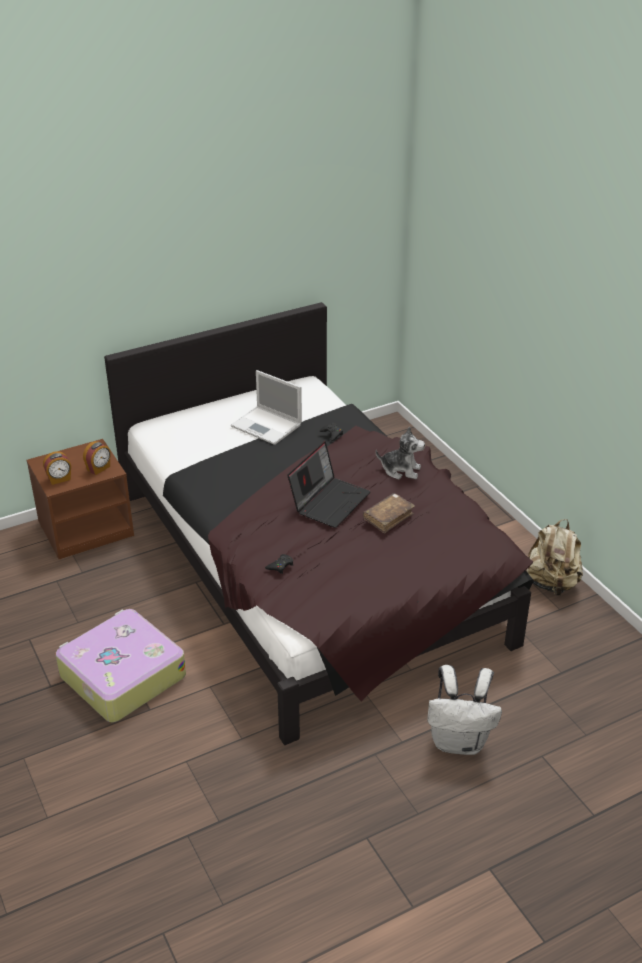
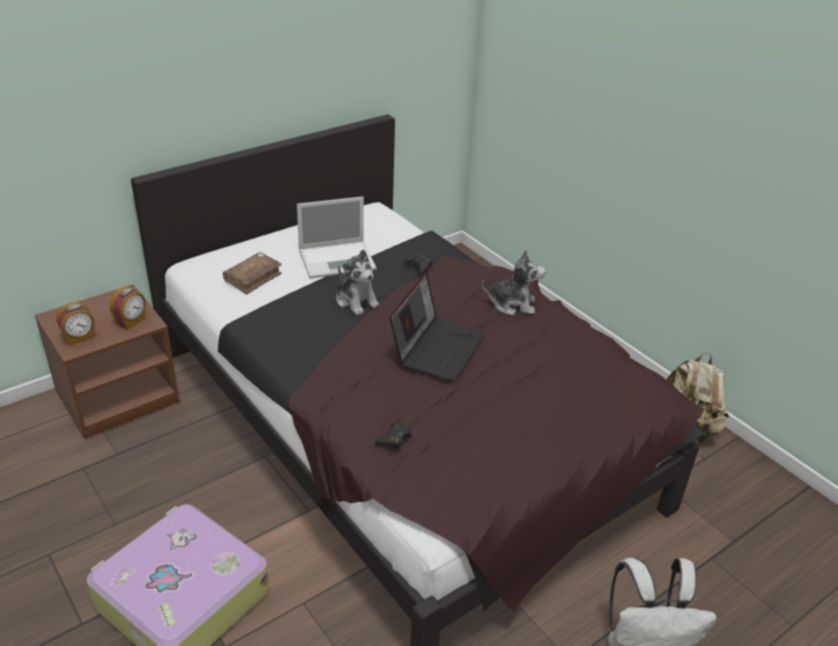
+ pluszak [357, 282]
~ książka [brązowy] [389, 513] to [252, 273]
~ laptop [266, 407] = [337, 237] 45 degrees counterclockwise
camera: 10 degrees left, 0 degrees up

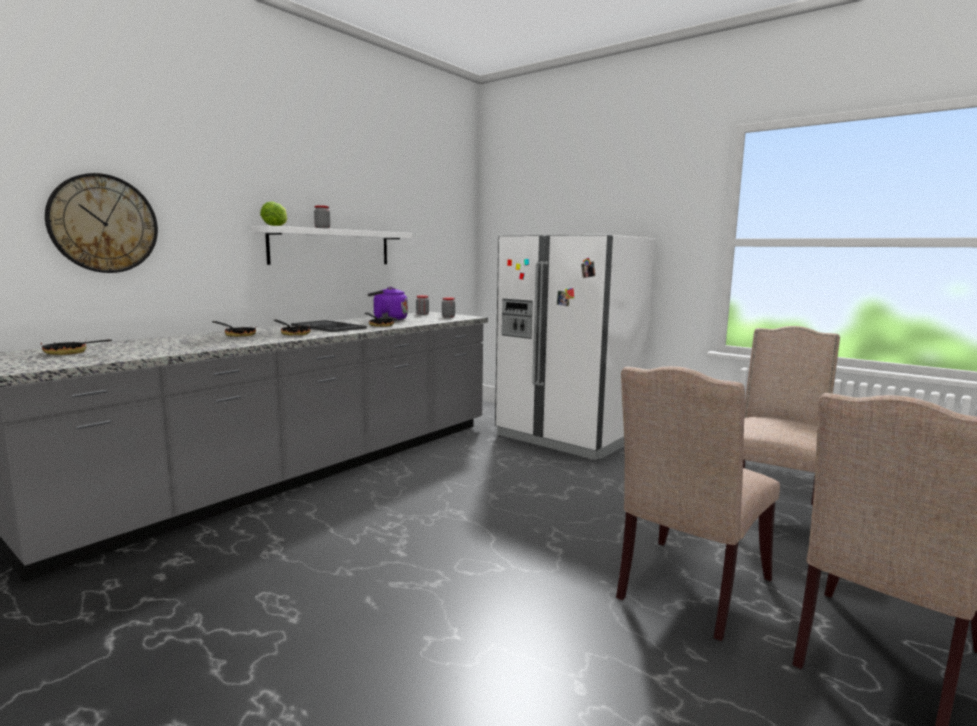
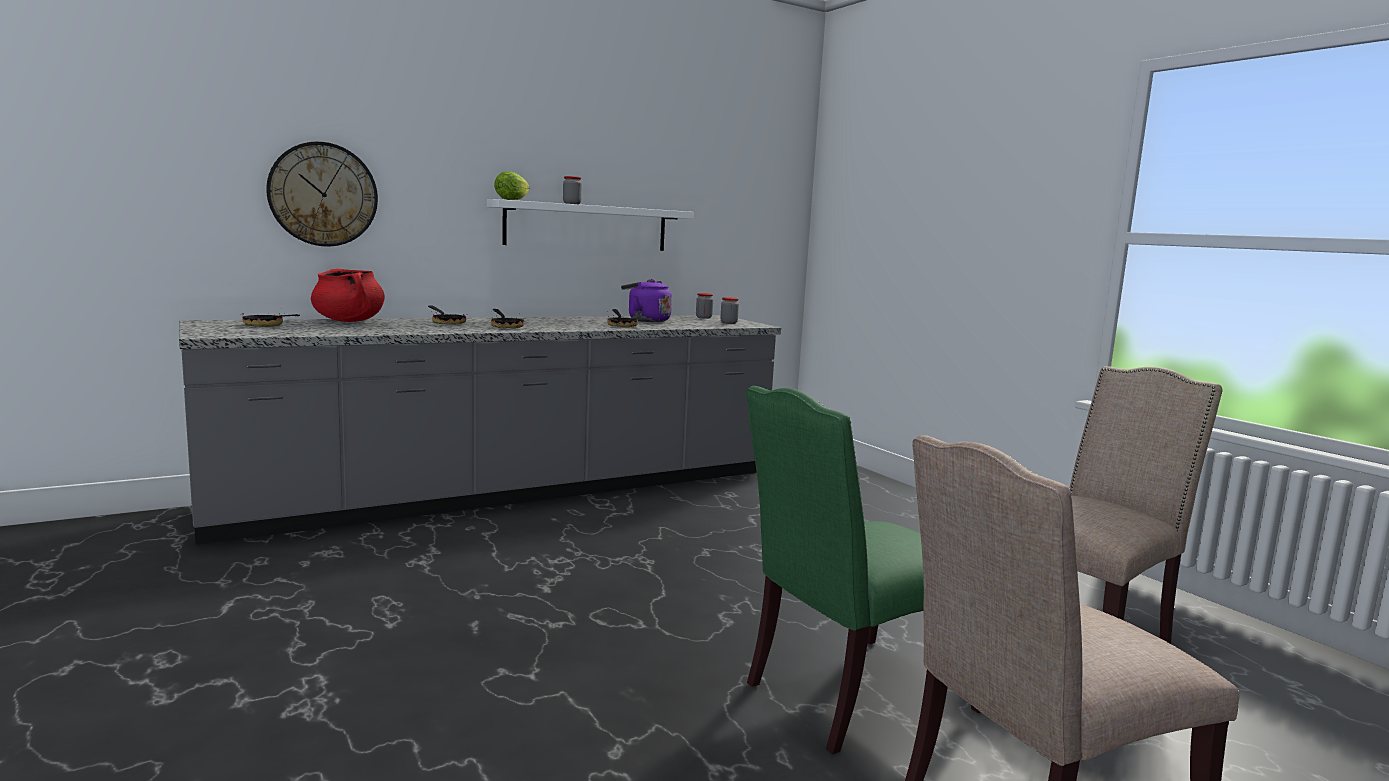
- taca [329, 326]
- lodówka [biały] [575, 347]
+ garnek [czerwony] [348, 295]
~ krzesło [beżowy] [698, 503] to krzesło [zielony] [863, 570]
camera: 20 degrees right, 0 degrees up

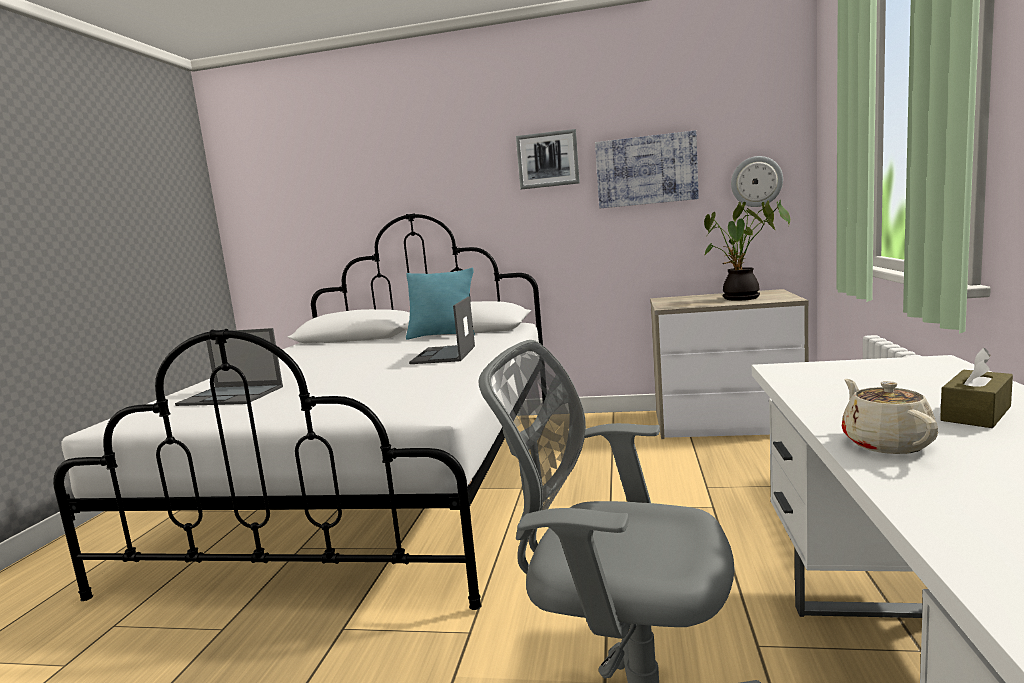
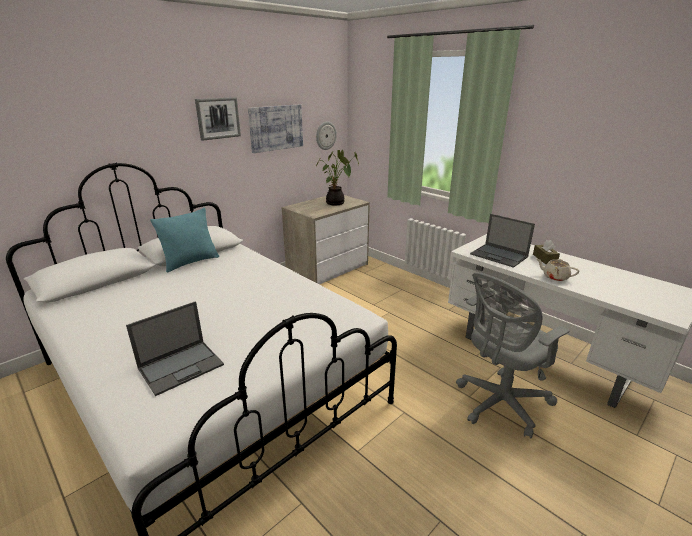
~ laptop [442, 330] to [502, 241]
camera: 55 degrees left, 15 degrees up

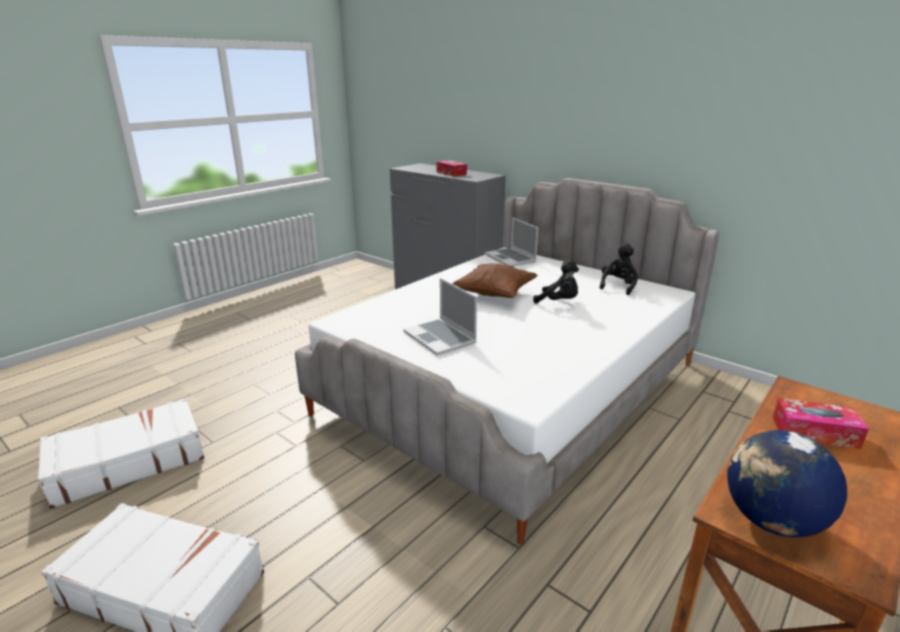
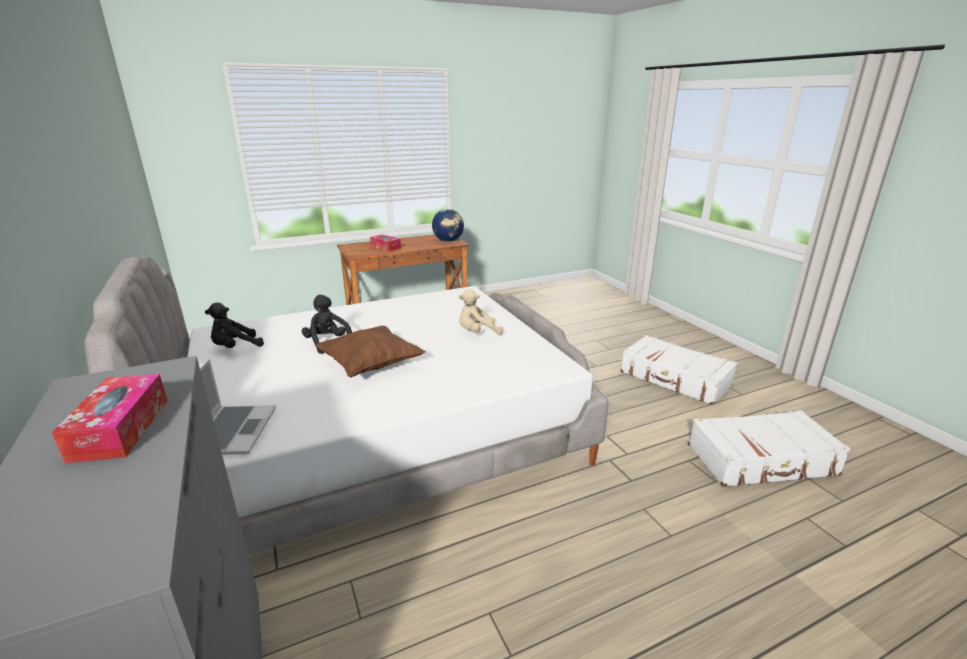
~ laptop [440, 316] to pluszak [beżowy] [481, 312]
camera: 155 degrees left, 0 degrees up

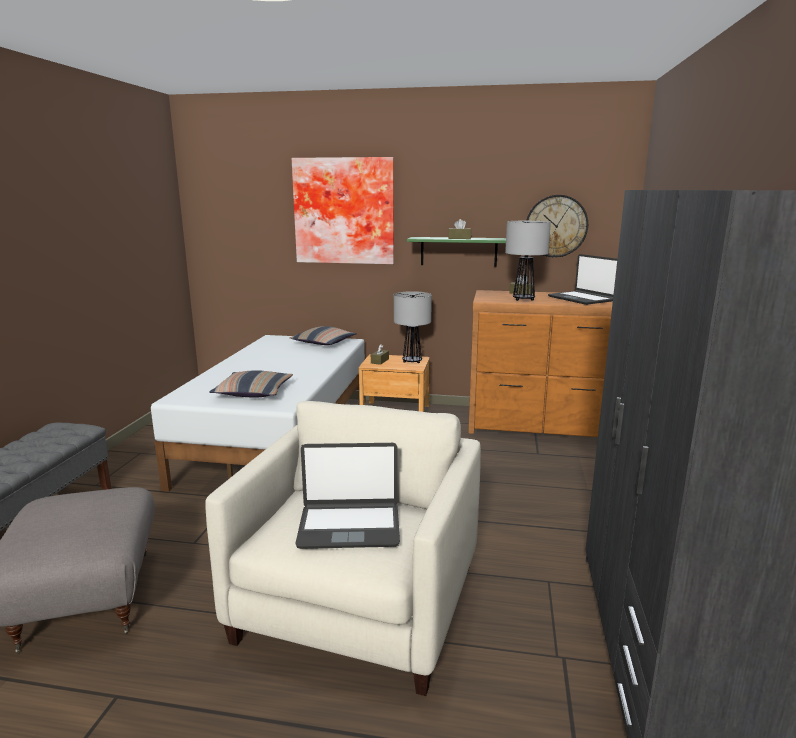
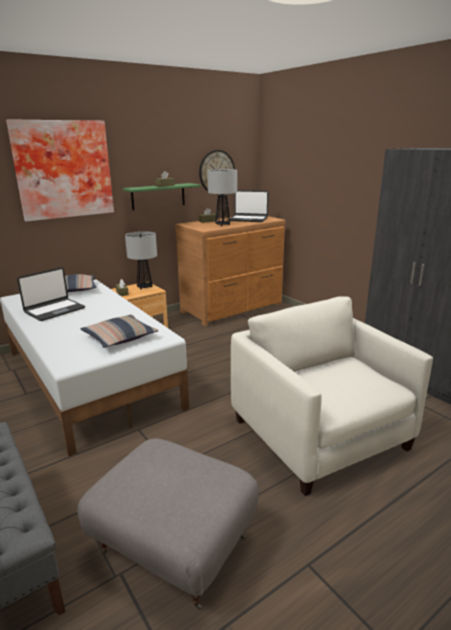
~ laptop [347, 496] to [51, 294]
camera: 45 degrees left, 5 degrees up

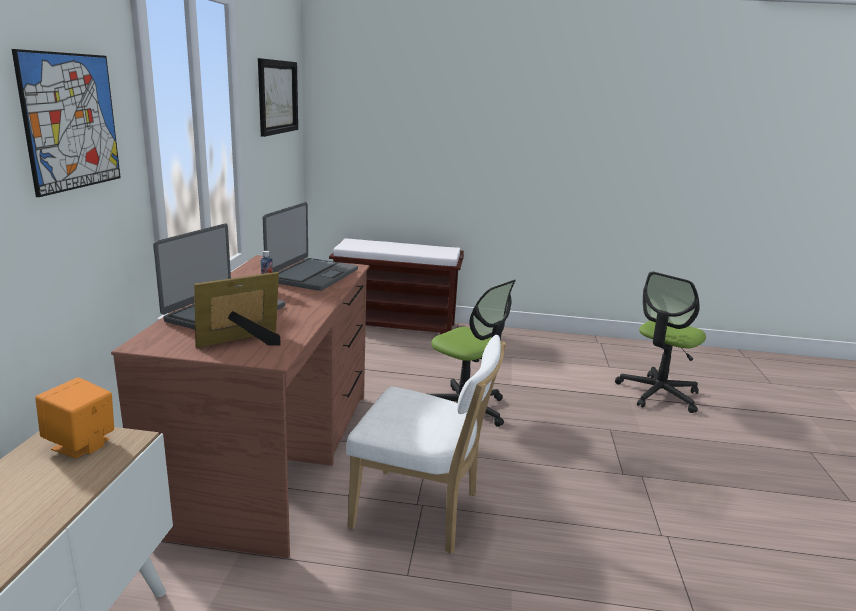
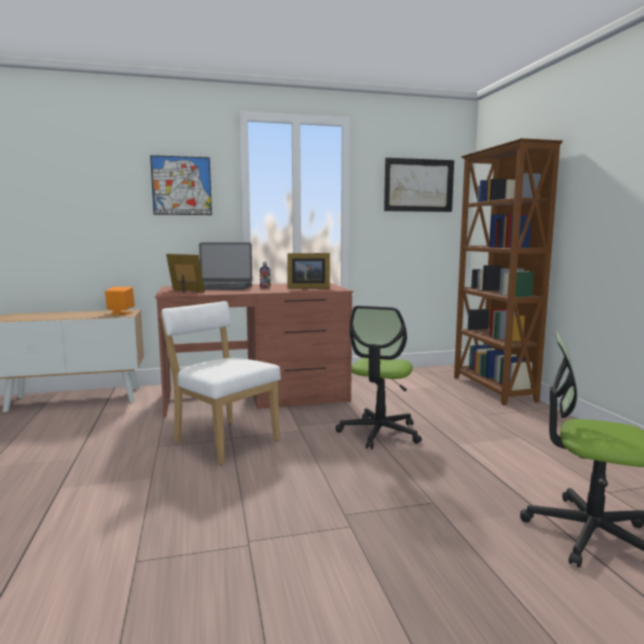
~ laptop [310, 246] to ramka na zdjęcie [308, 271]
~ ławka [brązowy] [396, 286] to regał [brązowy] [508, 272]
~ krzesło [biały] [426, 444] = [220, 383] 135 degrees clockwise
camera: 70 degrees right, 10 degrees down

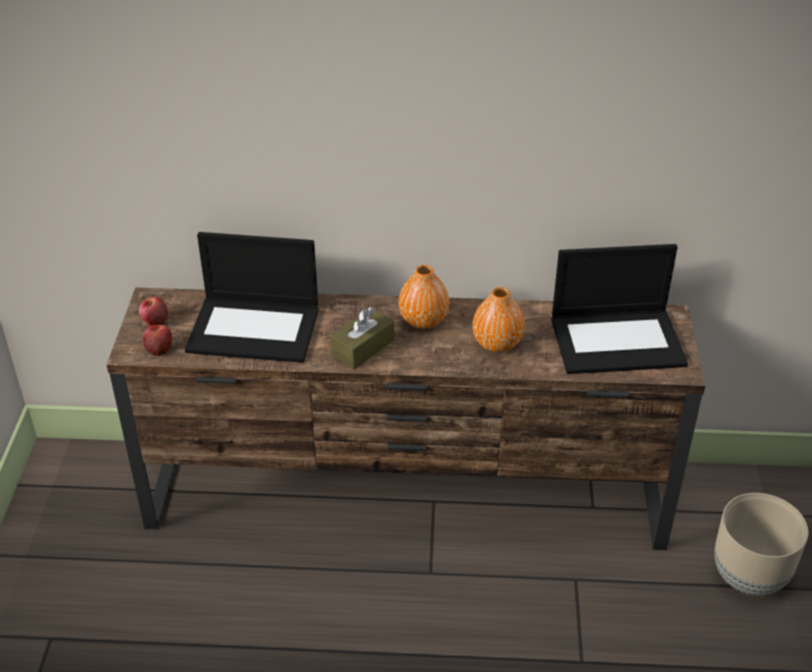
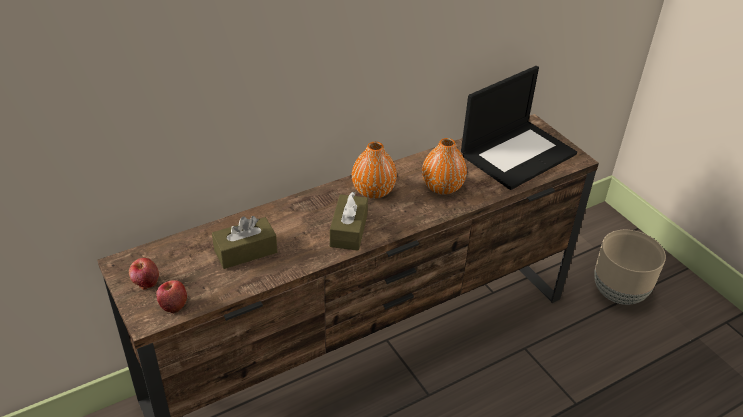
~ laptop [252, 297] to pudełko chusteczek [brązowy] [244, 242]
camera: 35 degrees left, 0 degrees up

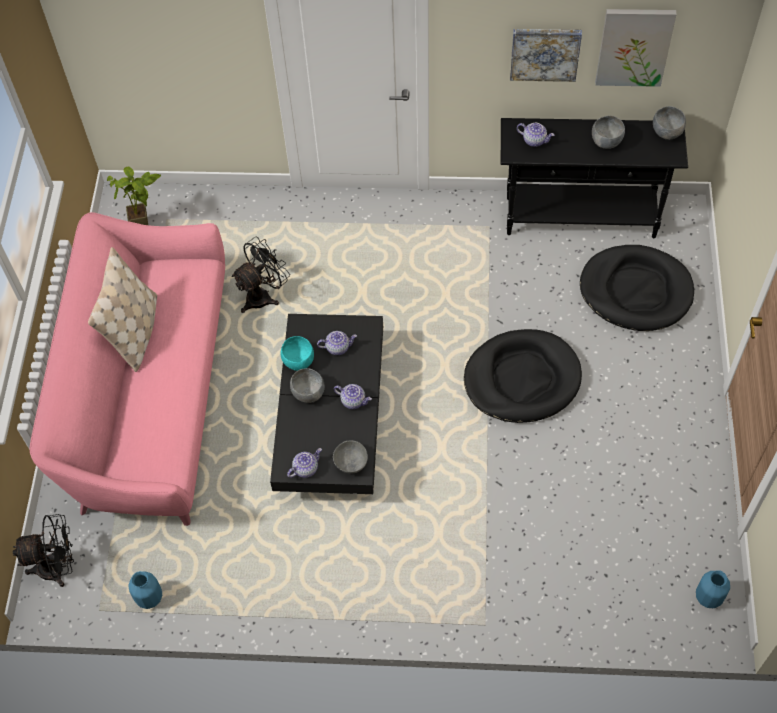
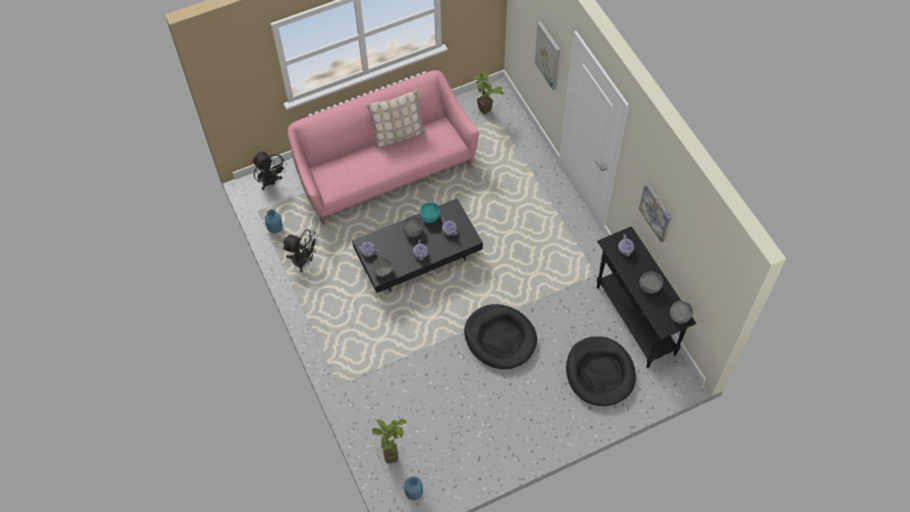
+ roślina doniczkowa [389, 441]
~ wentylator [czarny] [260, 275] to [300, 250]
~ obraz [636, 48] to [547, 56]
camera: 60 degrees right, 0 degrees up

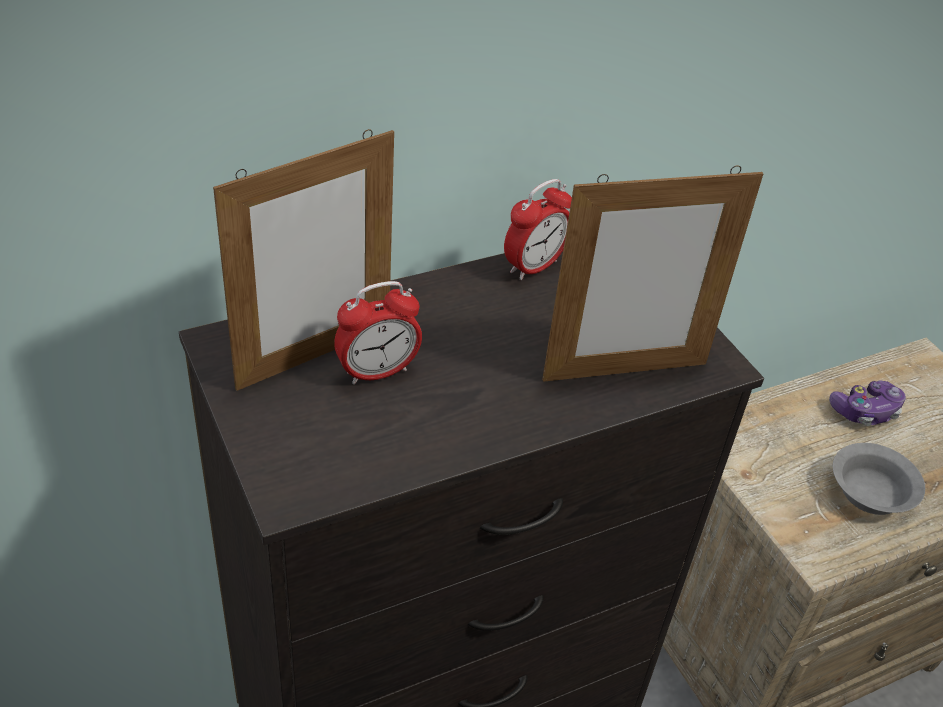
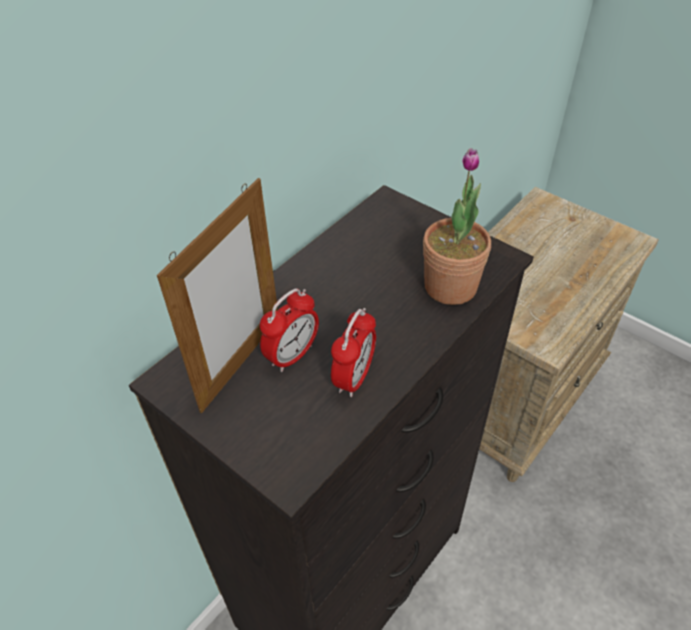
- pad do gier [867, 403]
- miska [szary] [879, 479]
~ budzik [538, 229] to [353, 352]
~ ramka na zdjęcie [652, 273] to roślina doniczkowa [457, 226]
camera: 20 degrees left, 5 degrees up

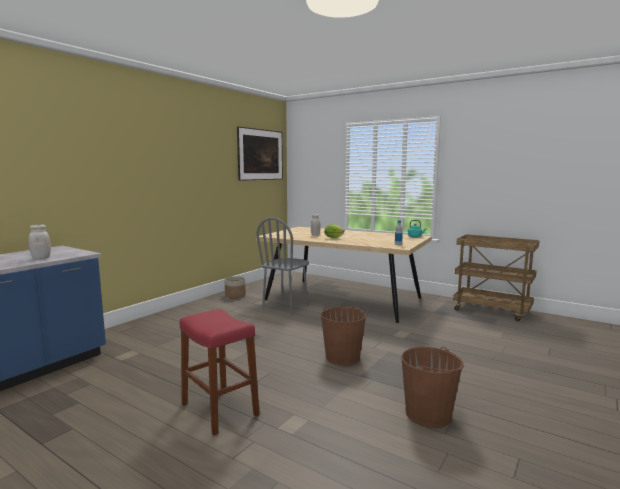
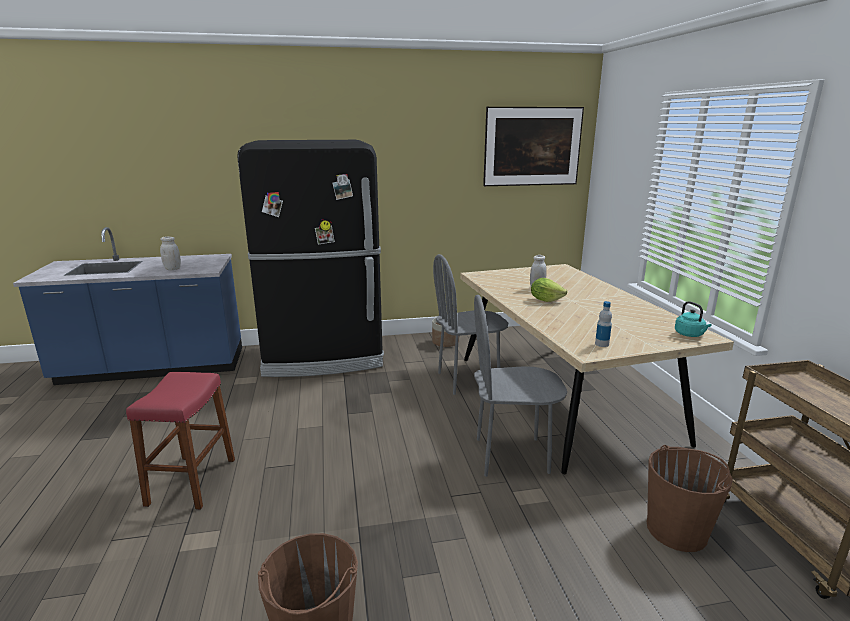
+ lodówka [czarny] [310, 258]
+ krzesło [szary] [520, 386]
~ wiadro [brązowy] [343, 335] to [690, 498]
camera: 45 degrees right, 10 degrees up

